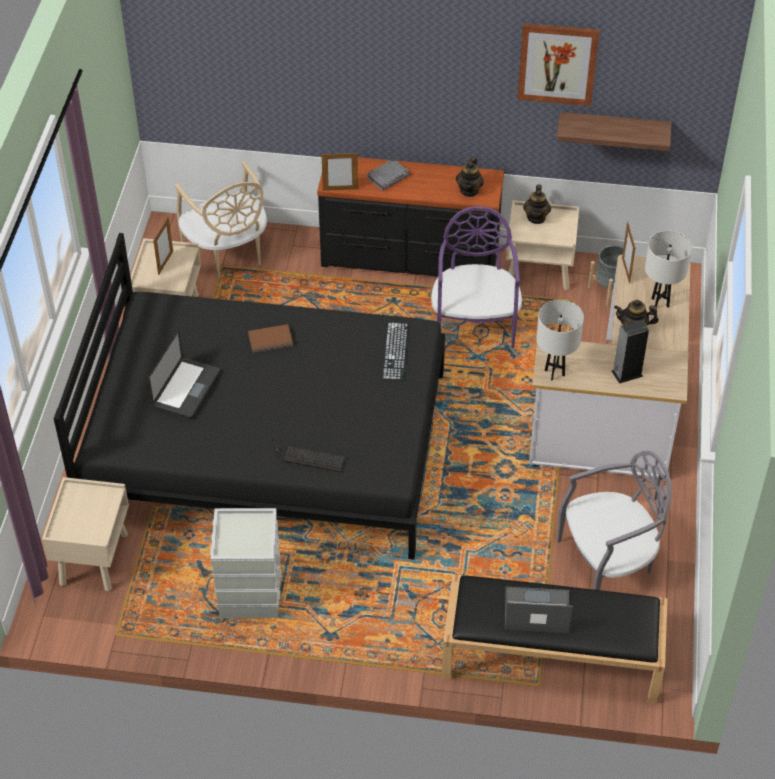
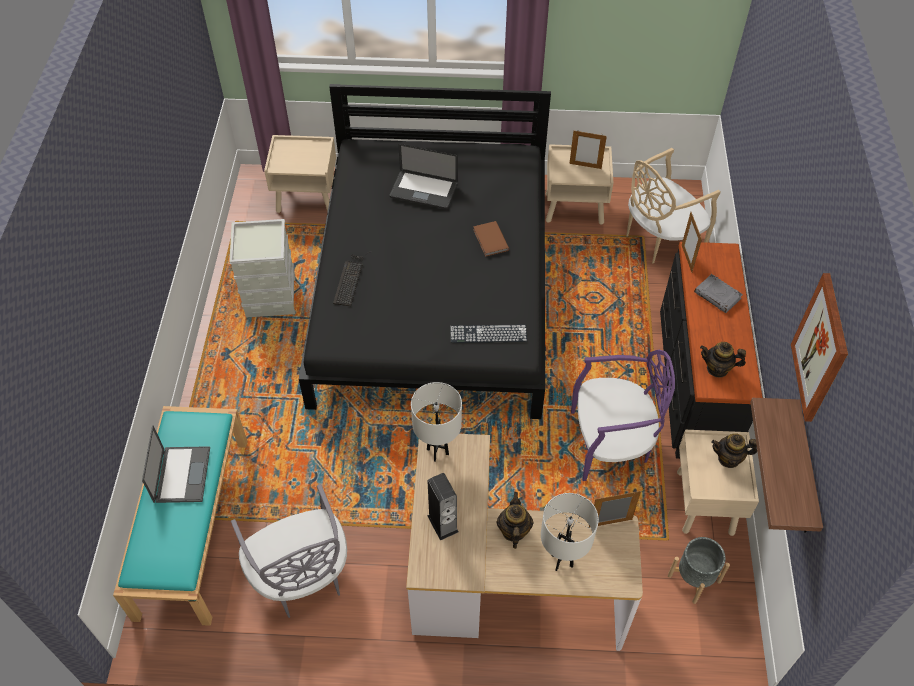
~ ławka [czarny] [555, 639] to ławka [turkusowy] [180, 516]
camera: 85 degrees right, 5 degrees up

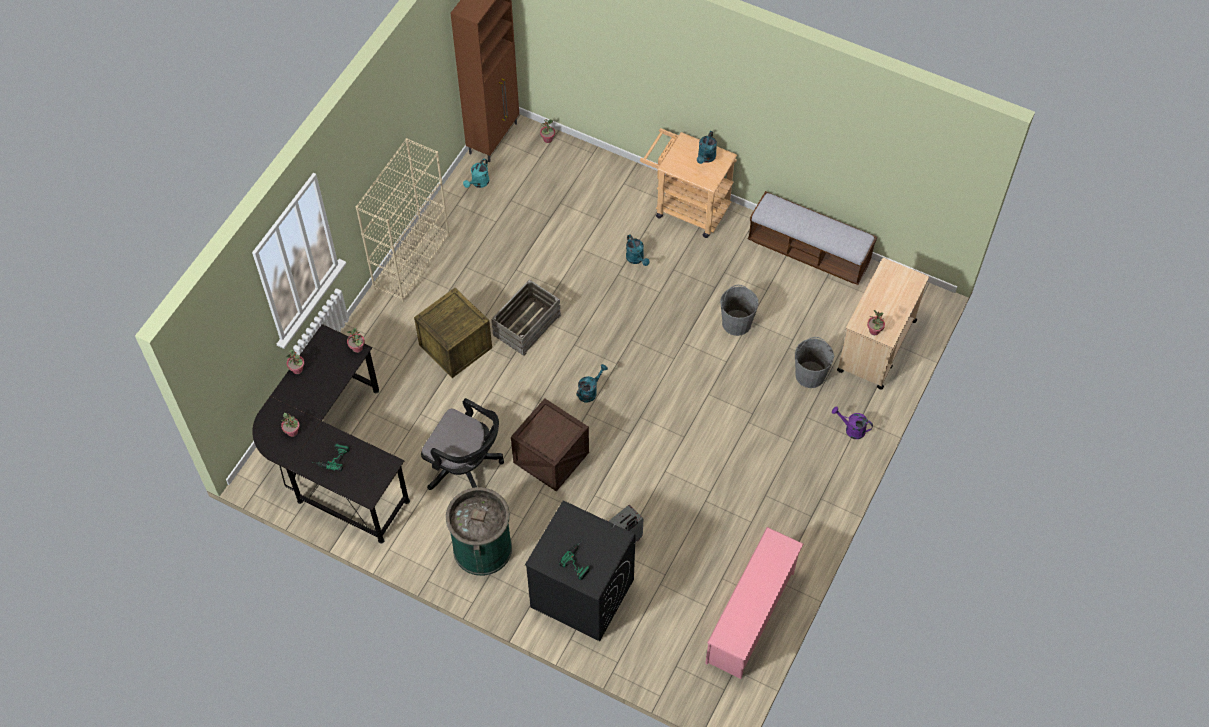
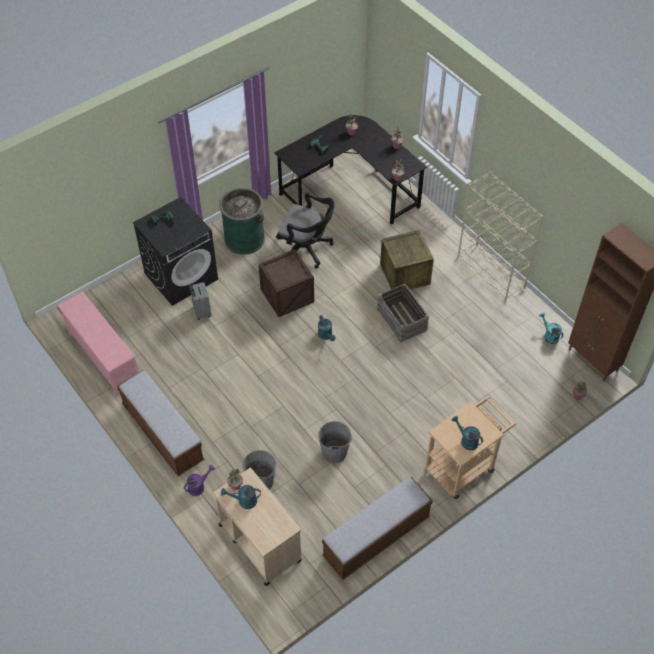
+ ławka [160, 423]
~ konewka [turkusowy] [638, 250] to [241, 497]
~ krzesło biurowe [czarny] [462, 444] = [305, 230] 120 degrees counterclockwise
camera: 115 degrees right, 5 degrees down

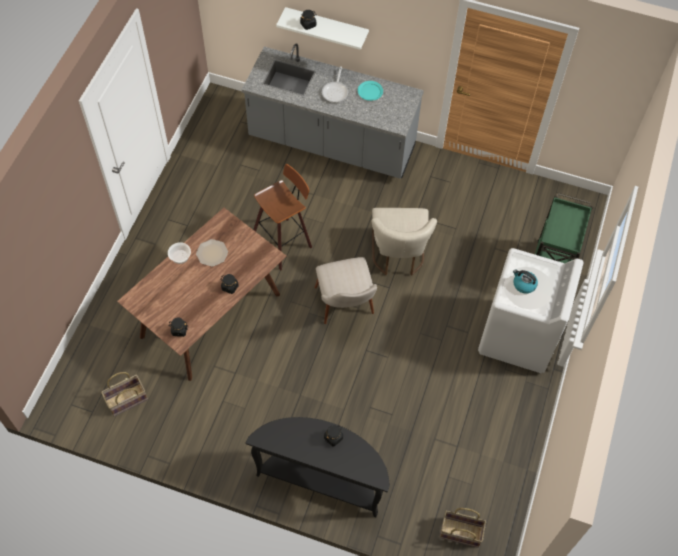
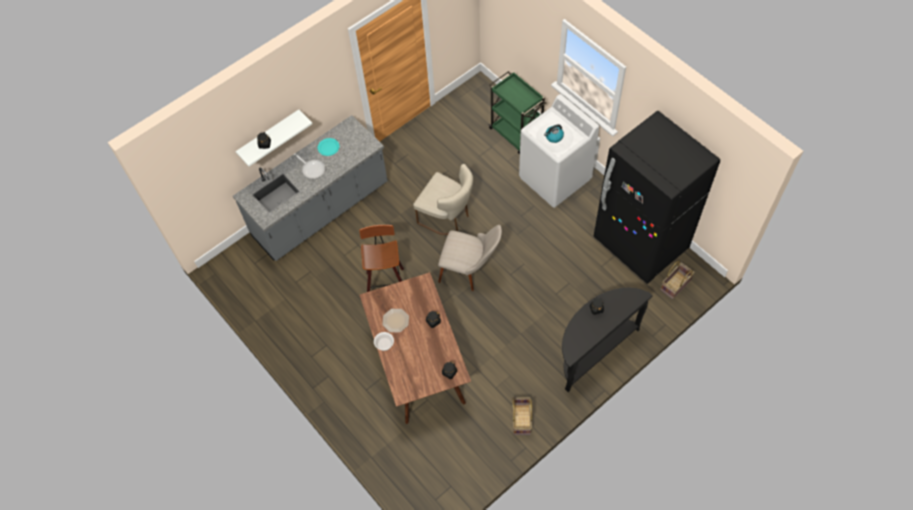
+ lodówka [czarny] [657, 197]
~ koszyk [124, 394] to [522, 416]
camera: 55 degrees left, 0 degrees up

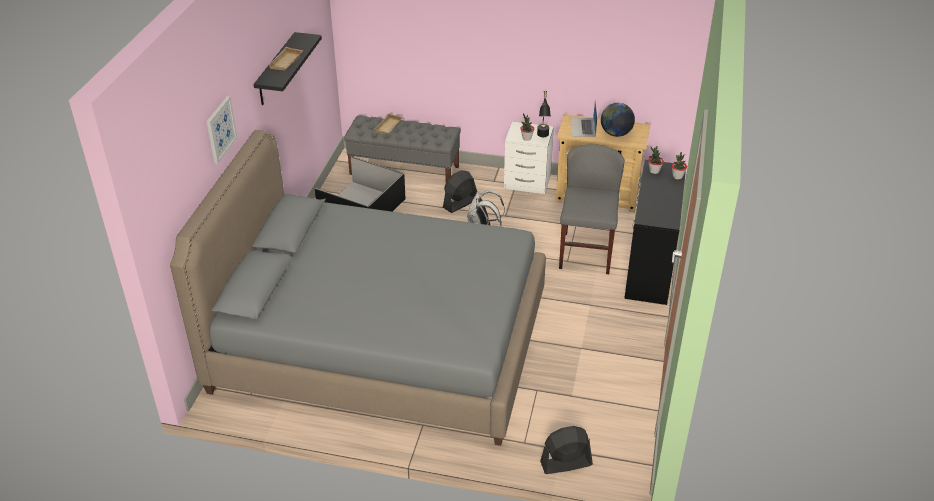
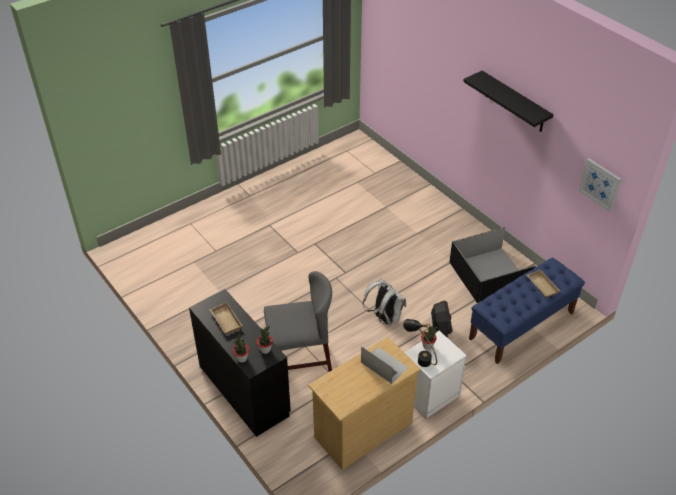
- łóżko [szary] [358, 288]
- wentylator [czarny] [566, 450]
- globus [618, 120]
~ obraz [221, 130] to [600, 185]
~ taca [beżowy] [285, 59] to [226, 318]
~ ławka [szary] [402, 148] to ławka [niebieski] [527, 311]
~ krzesło [szary] [592, 209] = [298, 321] 60 degrees counterclockwise
camera: 130 degrees right, 5 degrees up

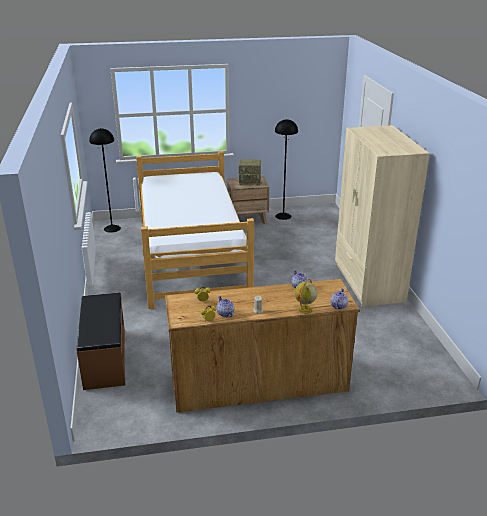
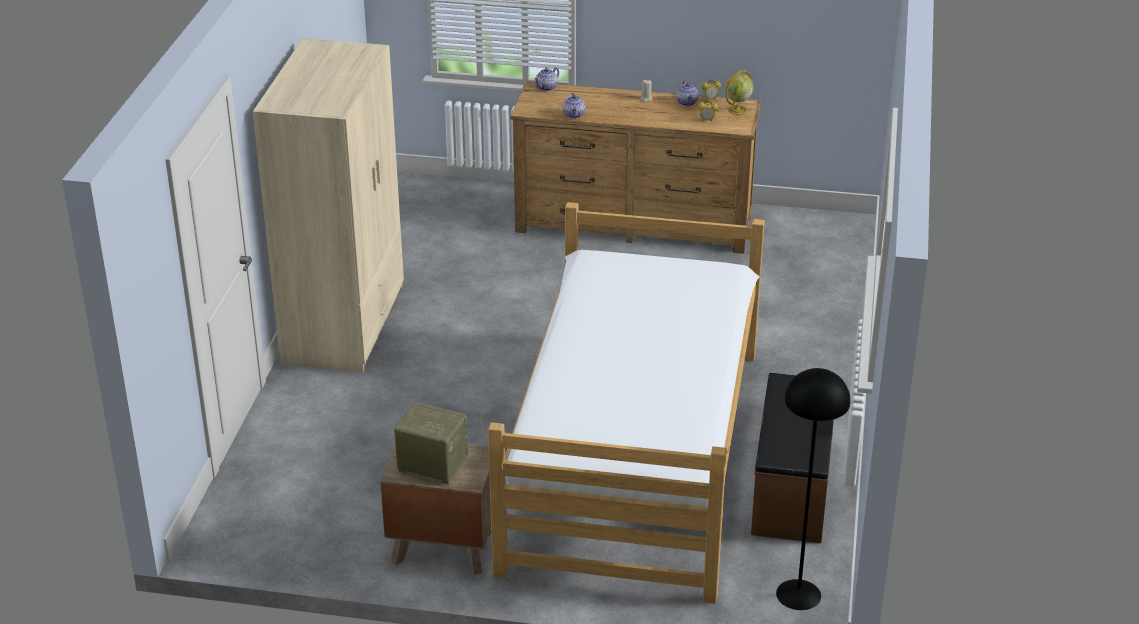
- lampa stojąca [czarny] [286, 169]
~ ławka [brązowy] [101, 341] to [792, 458]
~ globus [305, 296] to [739, 92]
camera: 160 degrees left, 5 degrees up

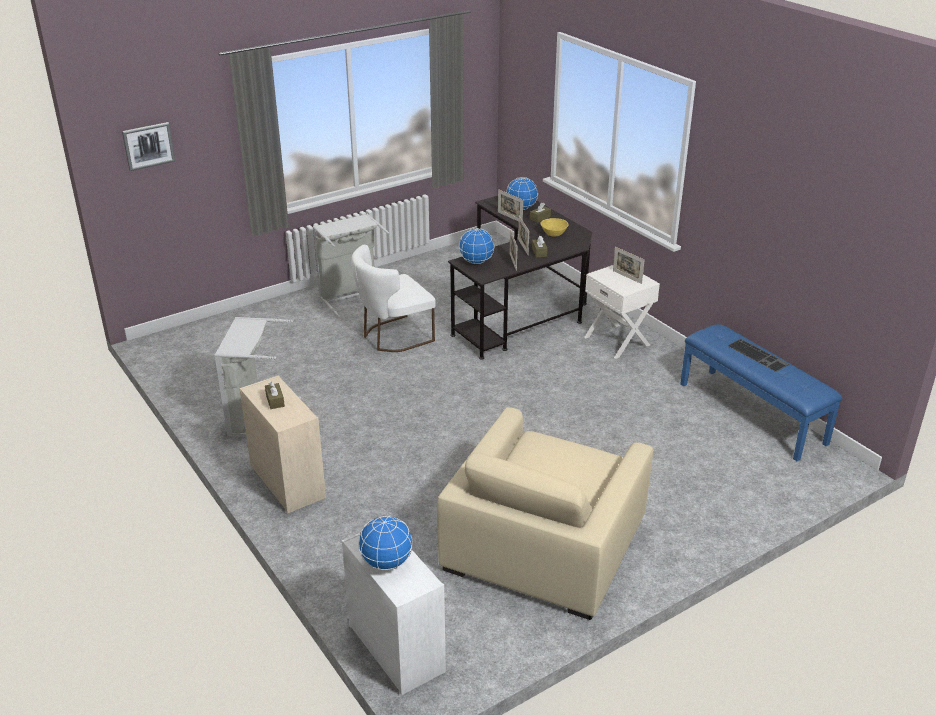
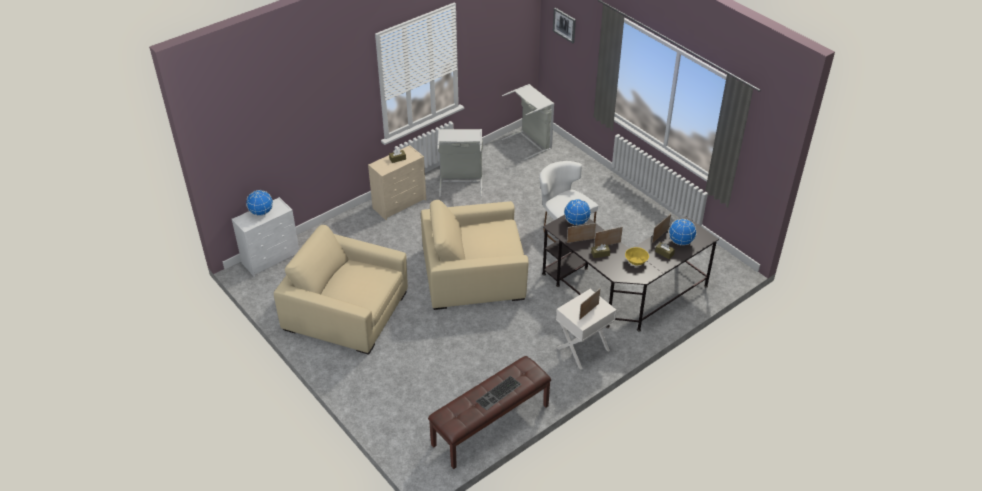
+ fotel [beżowy] [475, 255]
~ kosz na pranie [szary] [351, 265] to [528, 122]
~ ławka [niebieski] [761, 392] to ławka [brązowy] [489, 412]
camera: 85 degrees right, 10 degrees up

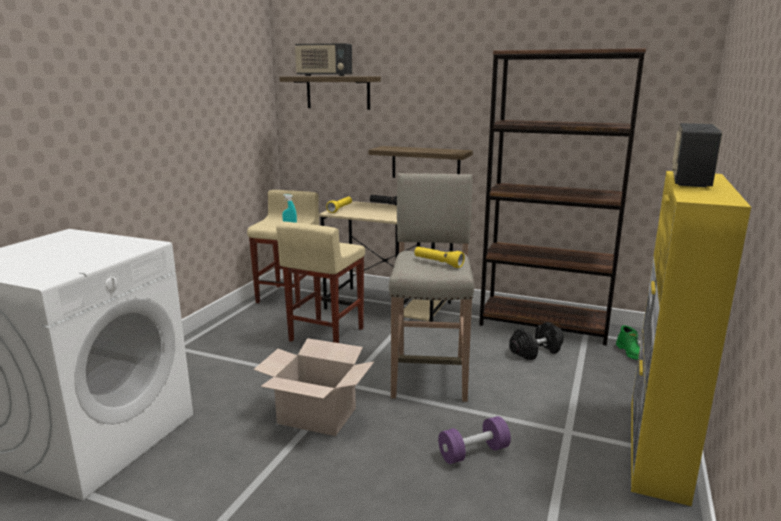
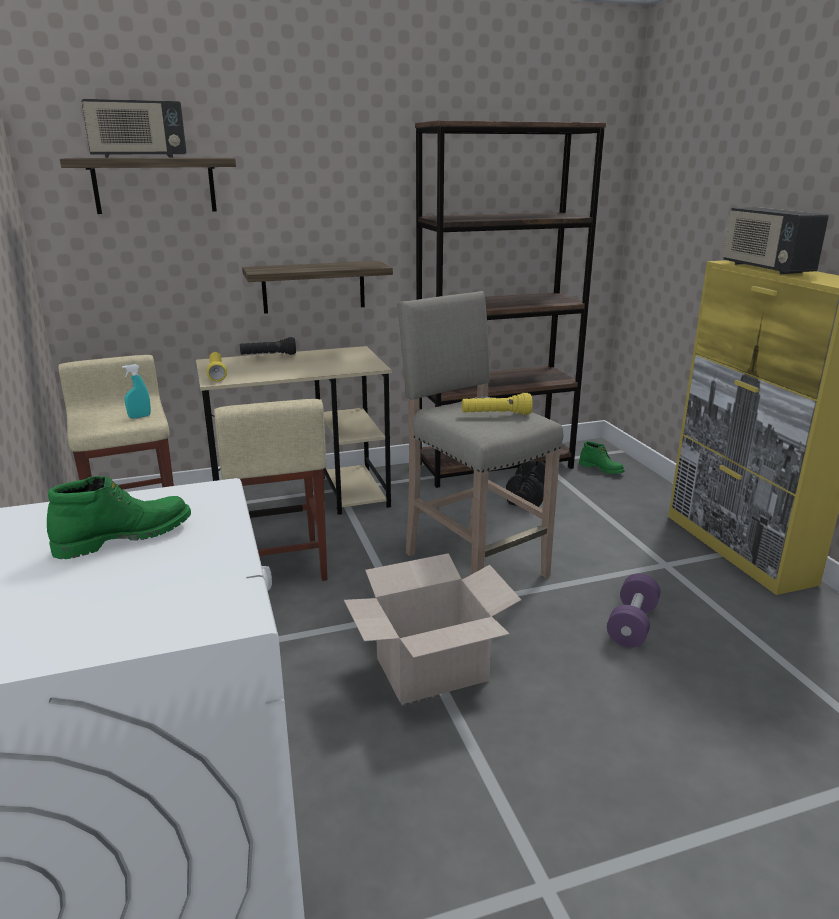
+ but z cholewką [zielony] [119, 517]
camera: 40 degrees left, 5 degrees up

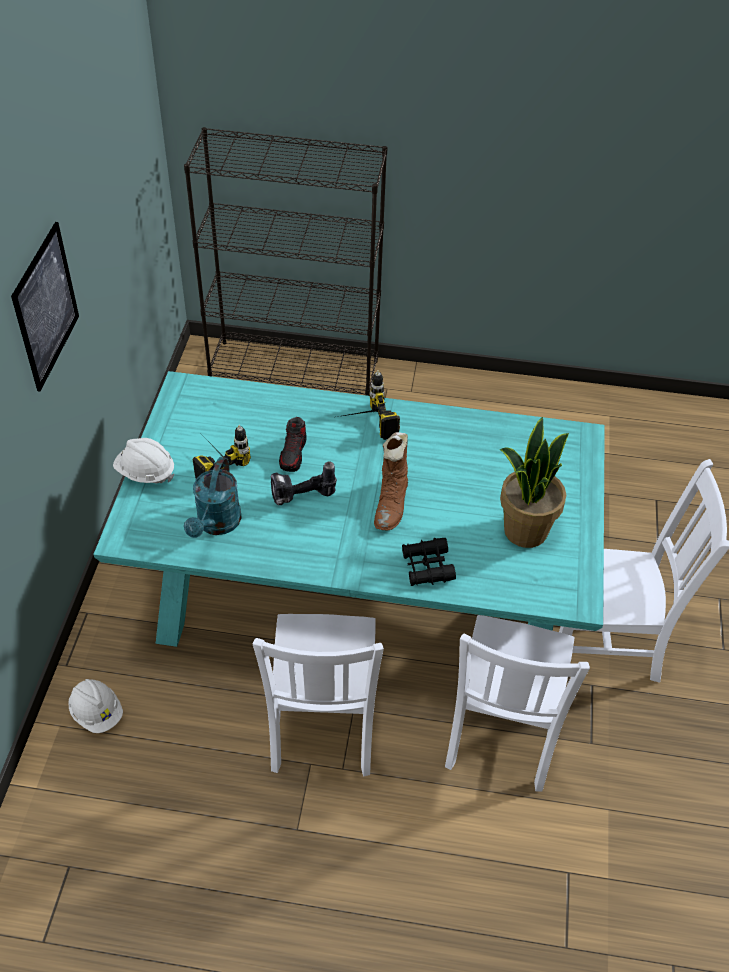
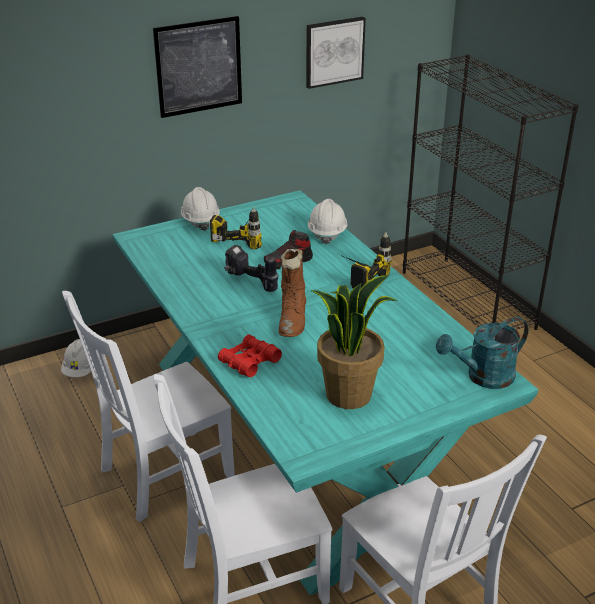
+ obraz [336, 53]
+ kask [biały] [327, 222]
~ konewka [turkusowy] [212, 497] to [482, 353]
~ lornetka [czarny] [429, 562] to lornetka [czerwony] [250, 356]
~ but z cholewką [brązowy] [391, 481] = [292, 293] 60 degrees counterclockwise
camera: 55 degrees right, 15 degrees down

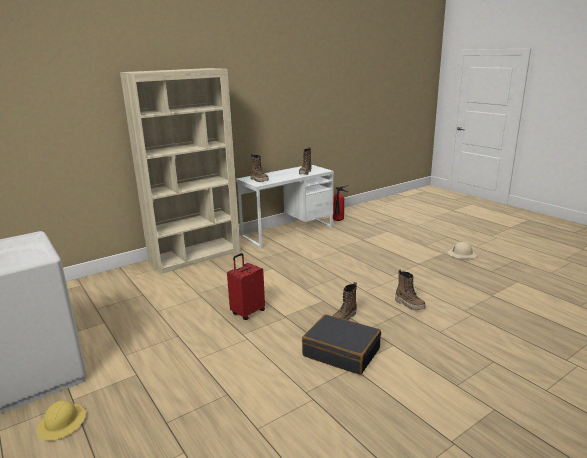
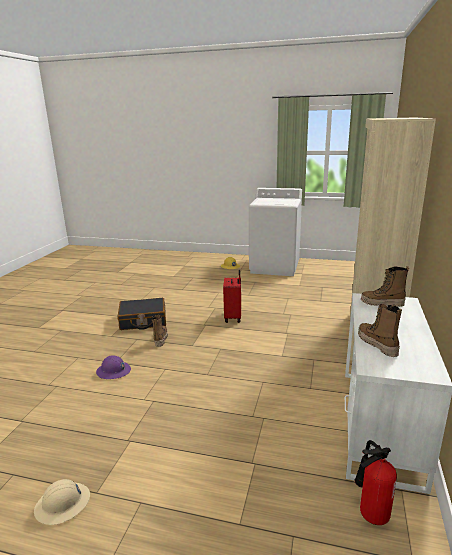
~ but z cholewką [410, 290] to kask [fioletowy] [113, 367]
camera: 140 degrees right, 0 degrees up

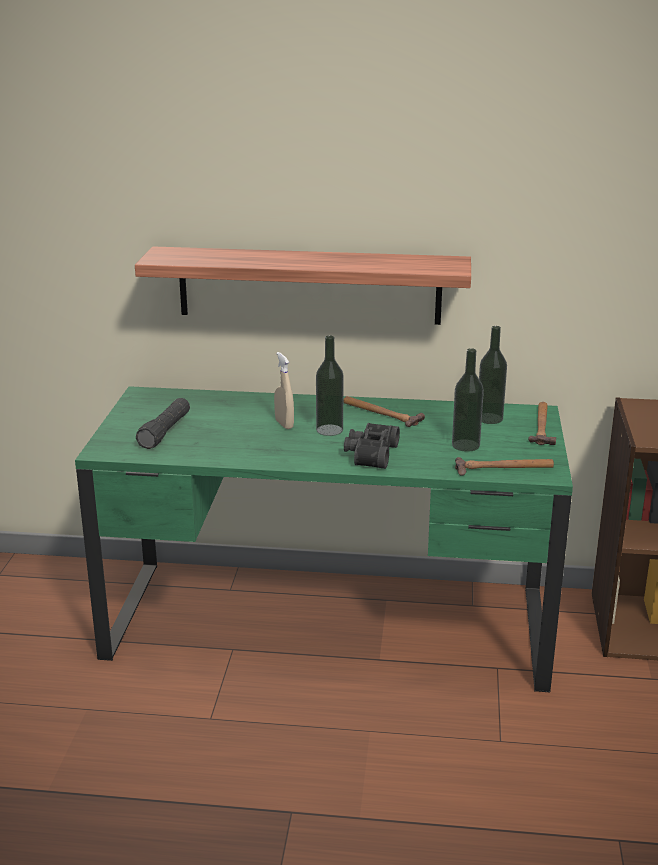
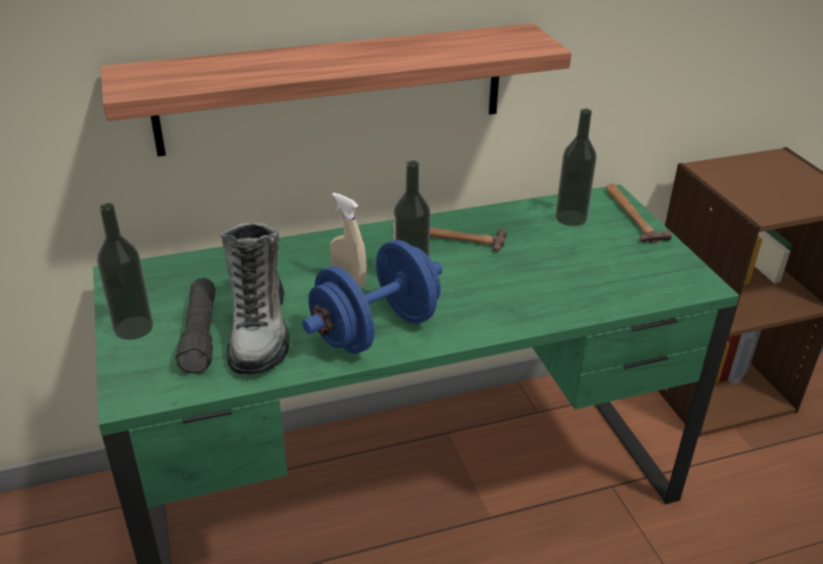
- lornetka [czarny] [372, 446]
- młotek [504, 466]
+ but z cholewką [255, 299]
+ hantel [niebieski] [372, 297]
~ butelka [468, 400] to [125, 271]
camera: 25 degrees left, 10 degrees up

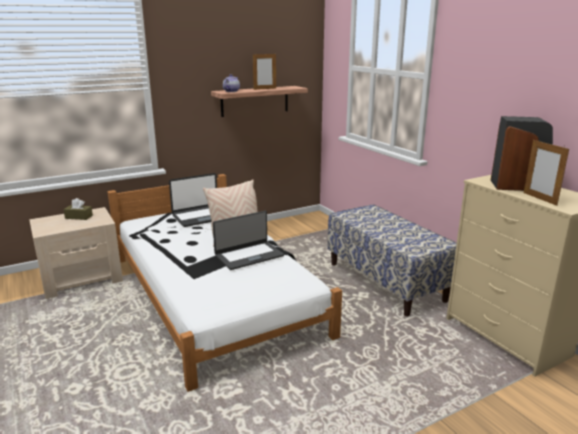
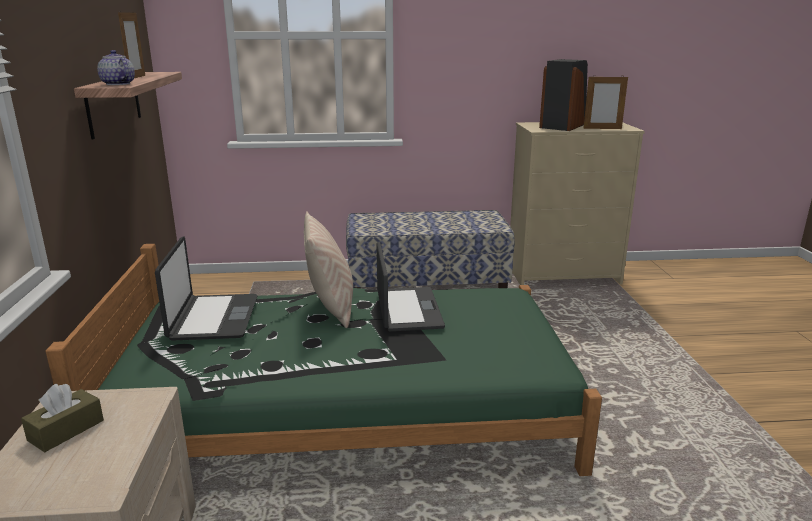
~ łóżko [biały] [224, 283] to łóżko [zielony] [323, 360]
camera: 65 degrees left, 0 degrees up

